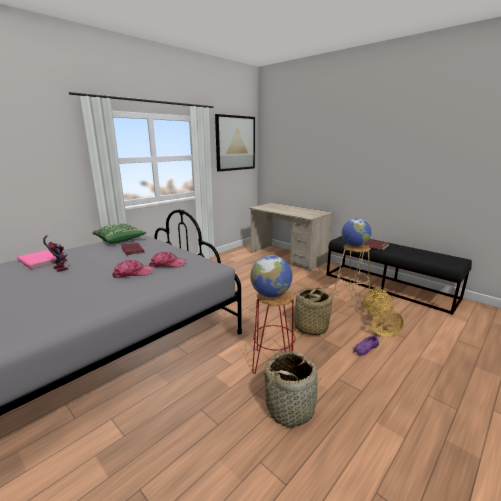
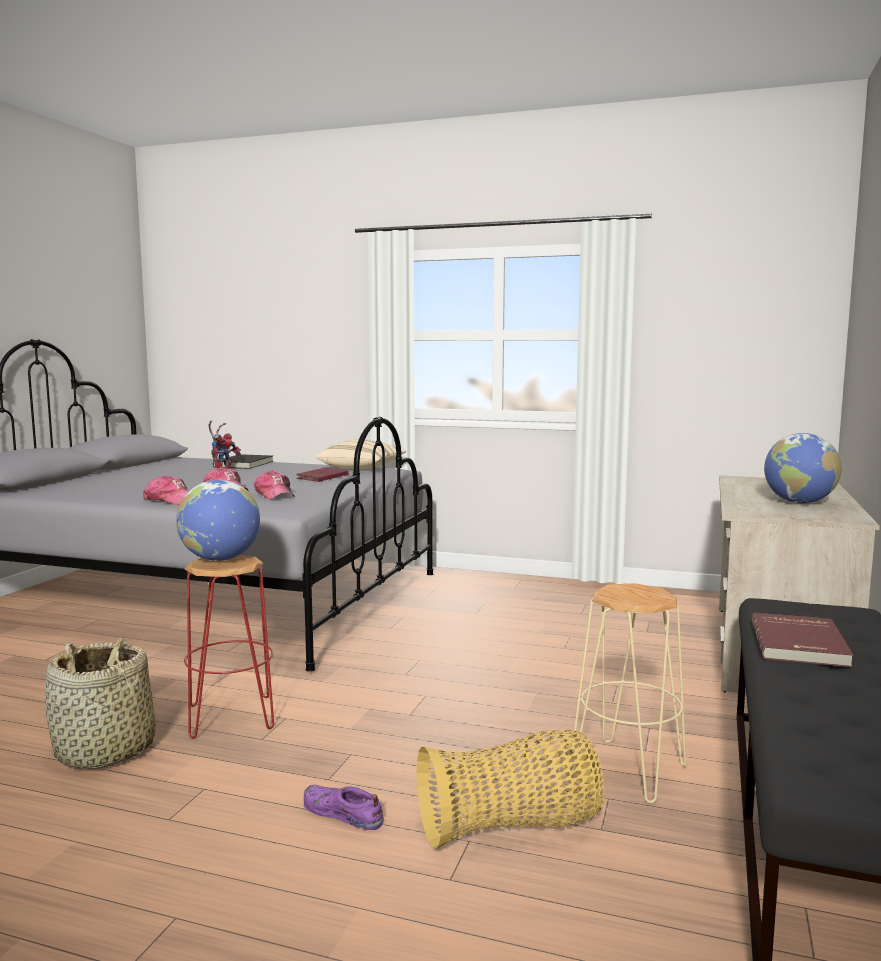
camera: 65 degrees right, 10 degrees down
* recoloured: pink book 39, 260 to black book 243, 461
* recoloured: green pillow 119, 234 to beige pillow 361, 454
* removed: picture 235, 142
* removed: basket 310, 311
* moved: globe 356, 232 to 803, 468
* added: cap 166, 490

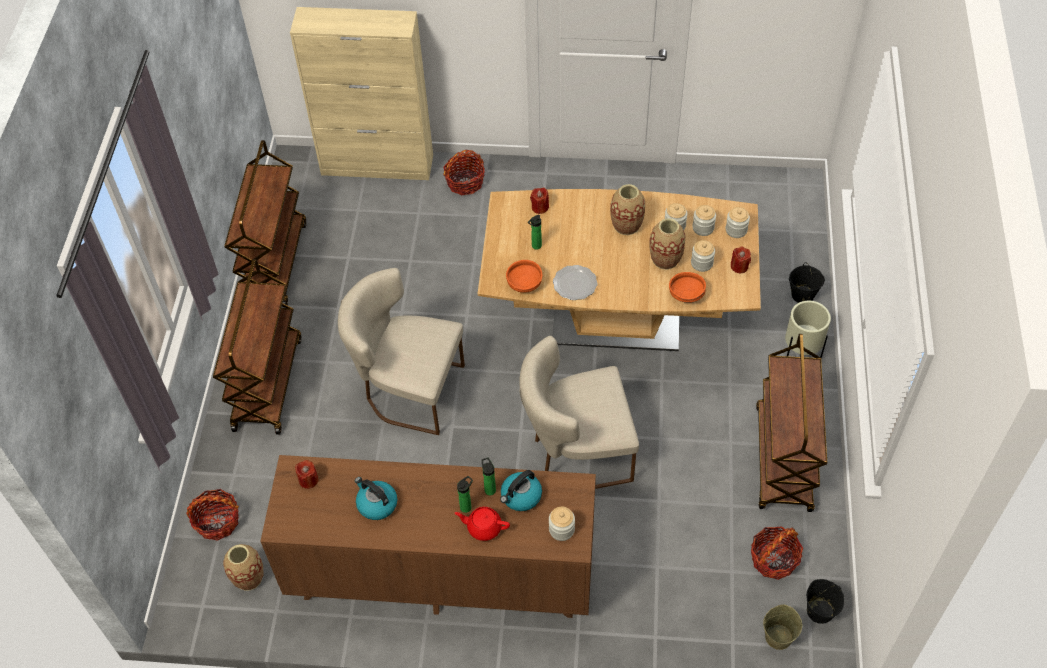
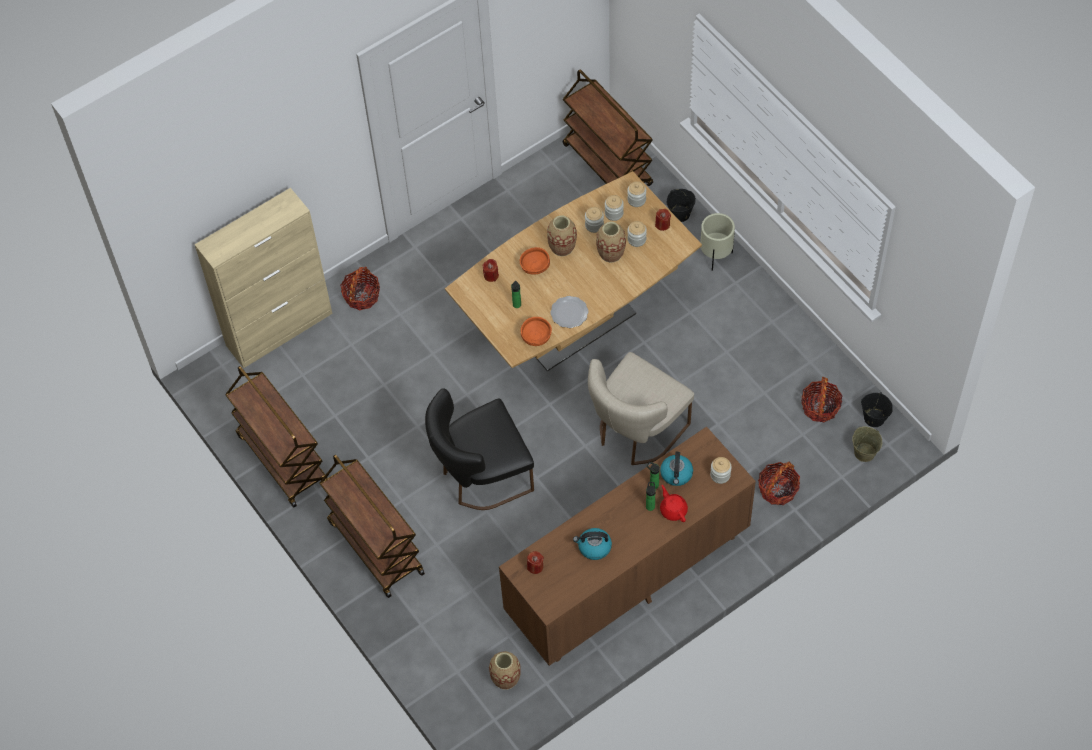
camera: 40 degrees left, 5 degrees up
* moved: basket 212, 515 to 779, 483
* recoloured: beige chair 401, 351 to black chair 479, 449
* turned: red teapot 482, 524 = 674, 503 90 degrees clockwise
* moved: orange bowl 687, 287 to 535, 261
* moved: brown cart 791, 423 to 607, 127

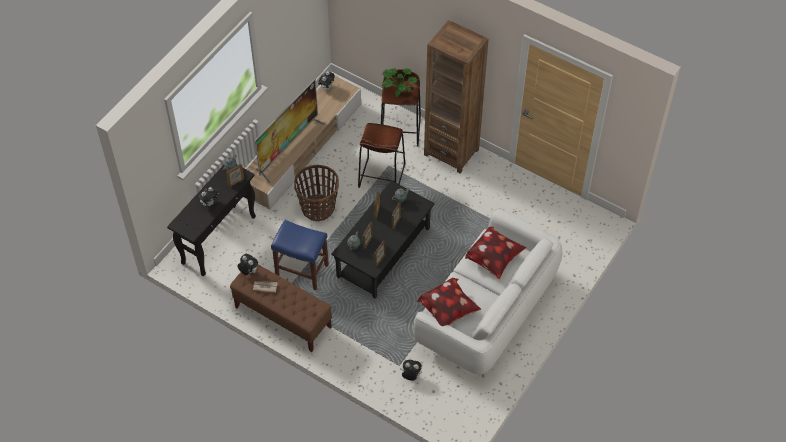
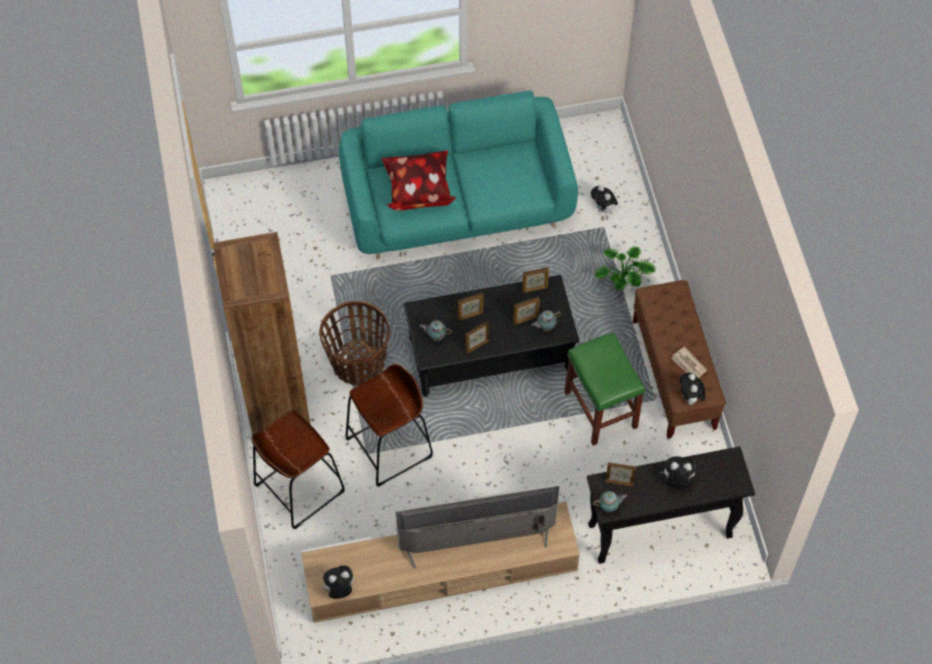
camera: 135 degrees left, 5 degrees up
* recoloured: blue stool 300, 255 to green stool 604, 389
* moved: basket 316, 193 to 354, 343
* moved: potted plant 400, 82 to 625, 268
* recoloured: white sofa 488, 293 to turquoise sofa 458, 174
* removed: pillow 449, 302

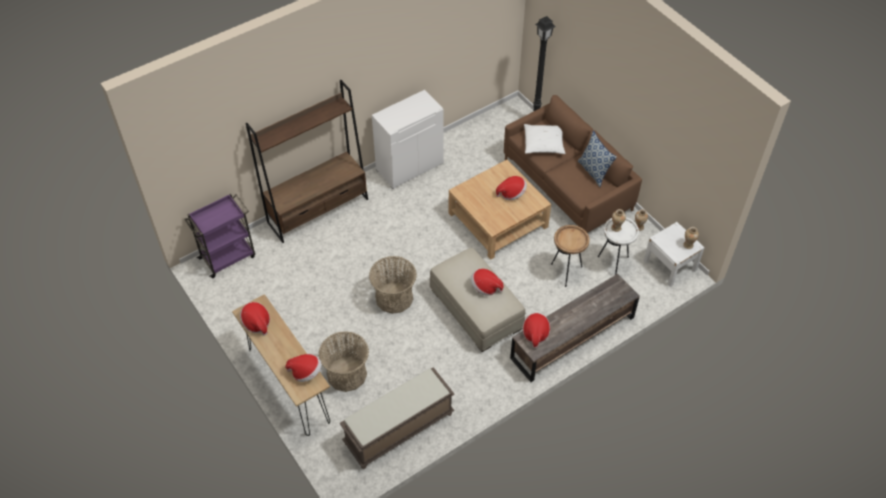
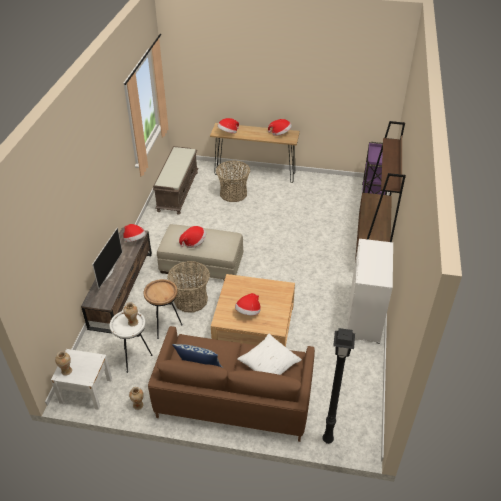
camera: 135 degrees right, 10 degrees down
* moved: basket 393, 285 to 188, 287
* added: television 107, 258

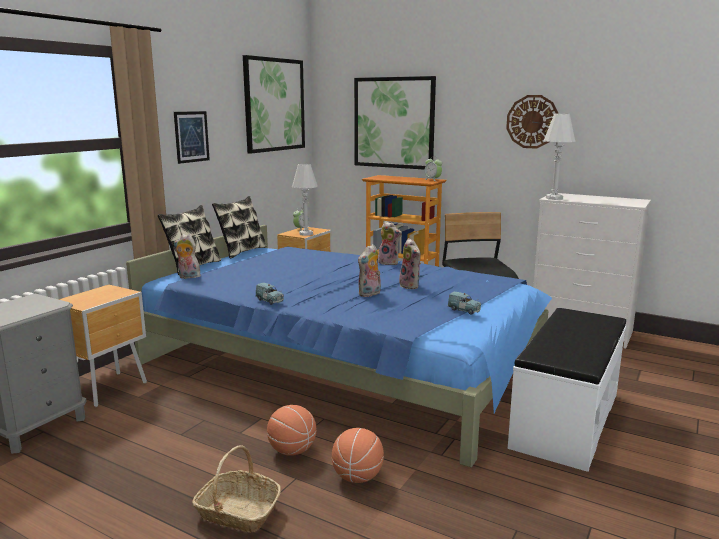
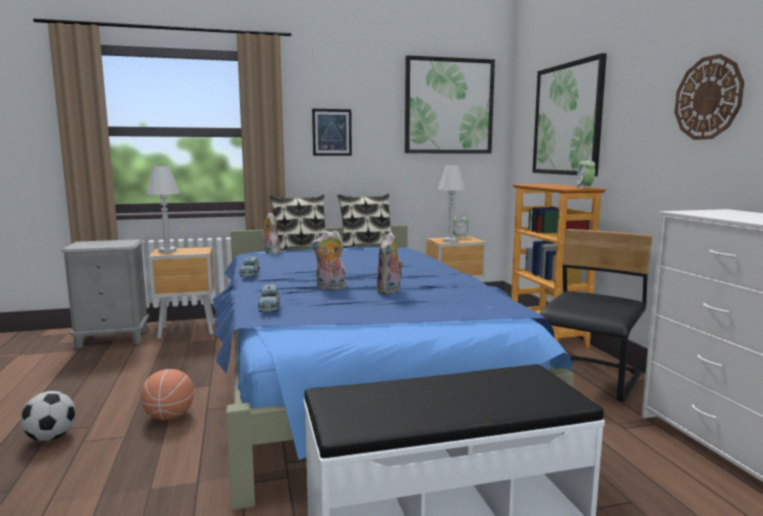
camera: 45 degrees right, 5 degrees down
* replaced: basket 236, 489 to football 48, 416
* removed: basketball 358, 455
* removed: plush toy 390, 243
* moved: blue toy car 464, 303 to 268, 298
* moved: white table lamp 560, 157 to 163, 209

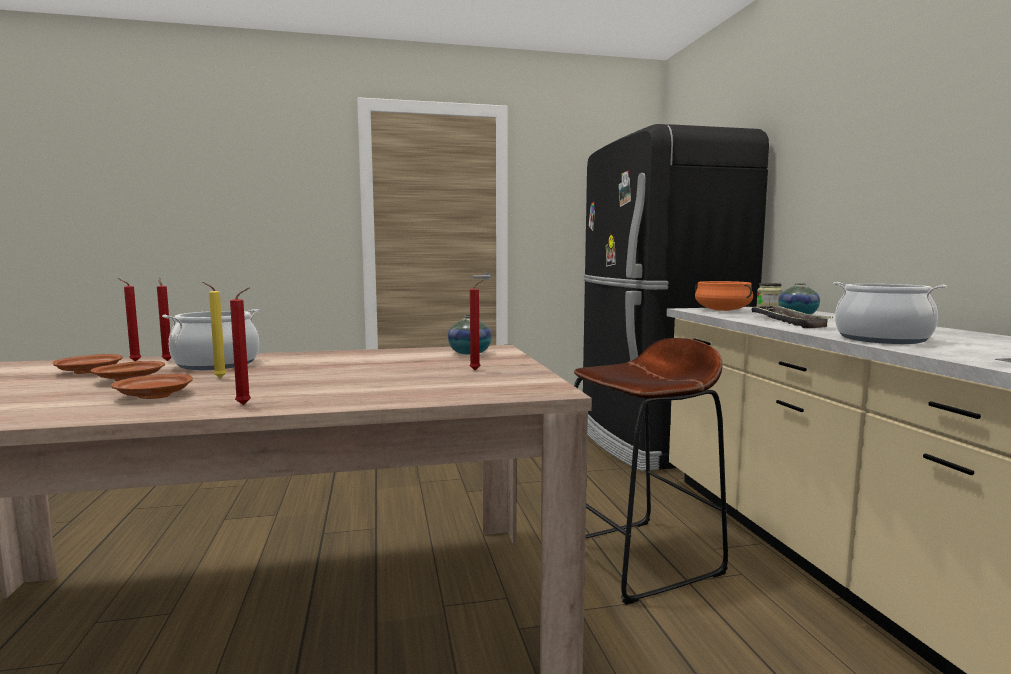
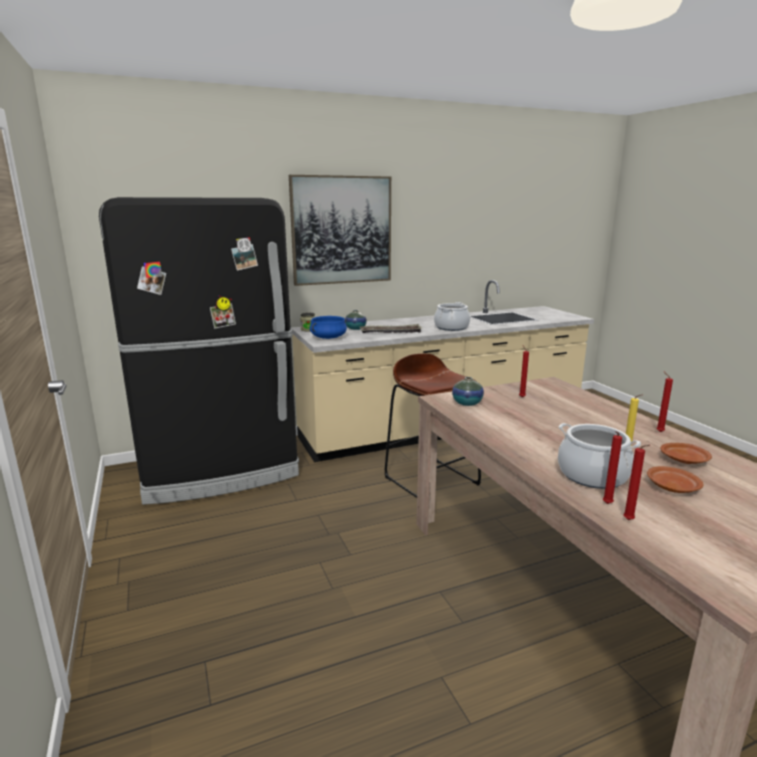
camera: 100 degrees left, 10 degrees up
* removed: brown plate 88, 364
* recoloured: orange cooking pot 724, 296 to blue cooking pot 328, 327
* added: picture 340, 230

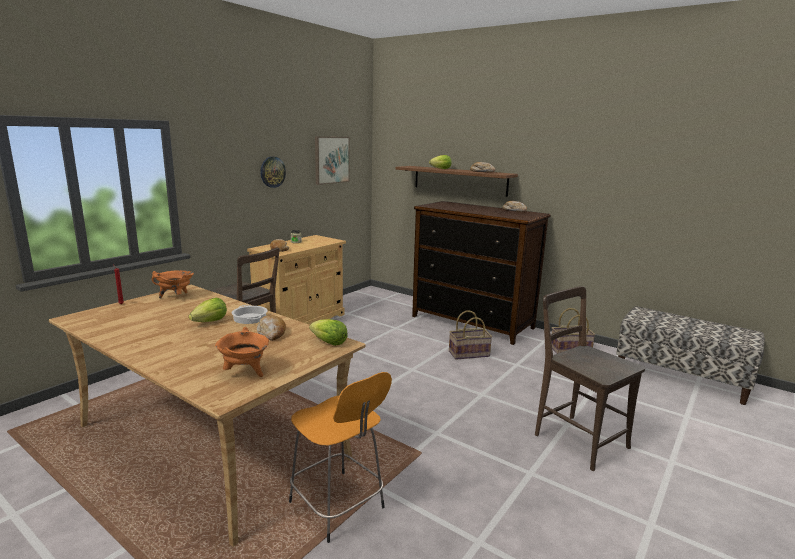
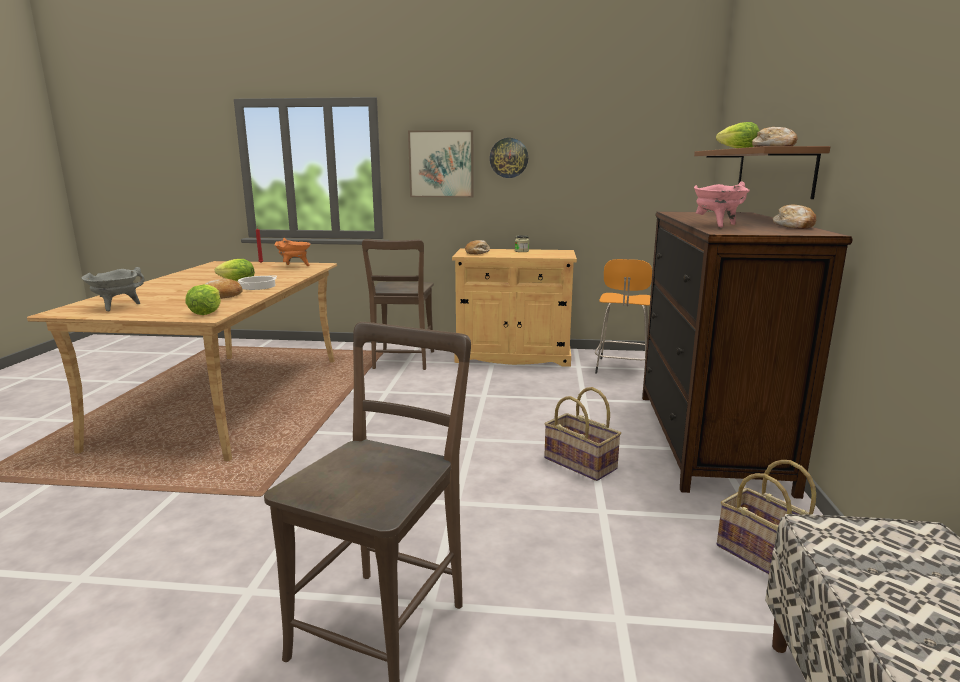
camera: 60 degrees right, 0 degrees up
* recoloured: orange cooking pot 242, 352 to grey cooking pot 113, 289
* moved: orange stool 340, 457 to 623, 316
* moved: picture 332, 160 to 441, 164
* added: pink cooking pot 722, 204

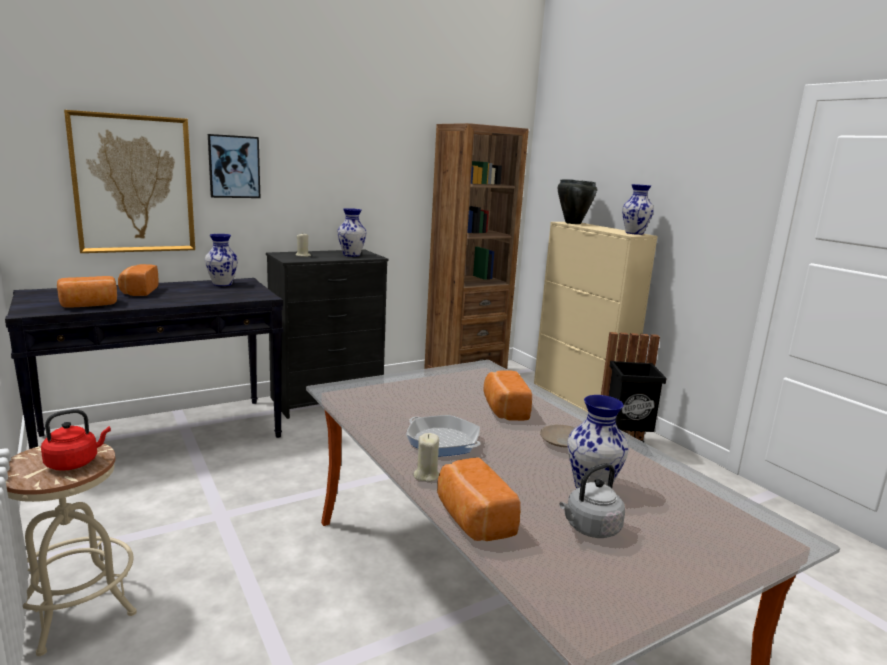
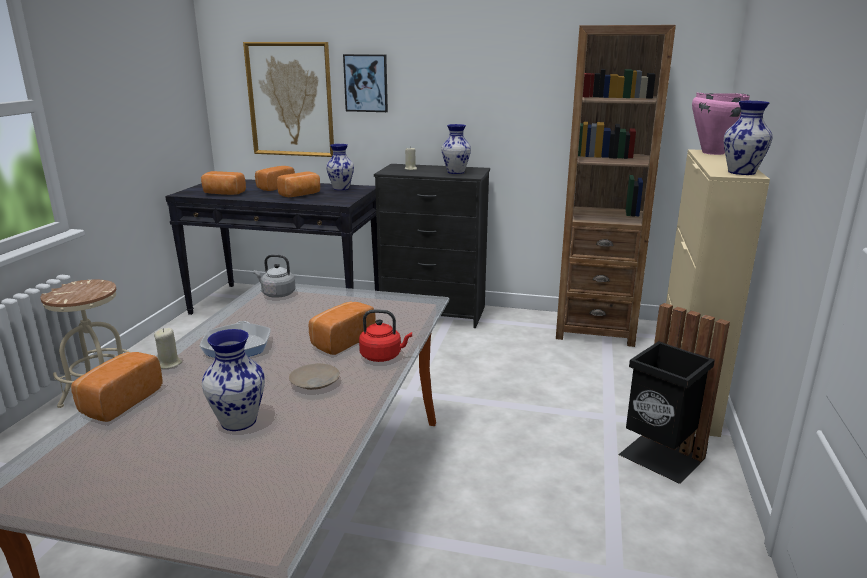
camera: 45 degrees right, 5 degrees up
* moved: red kettle 76, 440 to 385, 335
* recoloured: black cooking pot 577, 201 to pink cooking pot 721, 124
* moved: grey kettle 592, 500 to 275, 276
* added: bread 298, 184

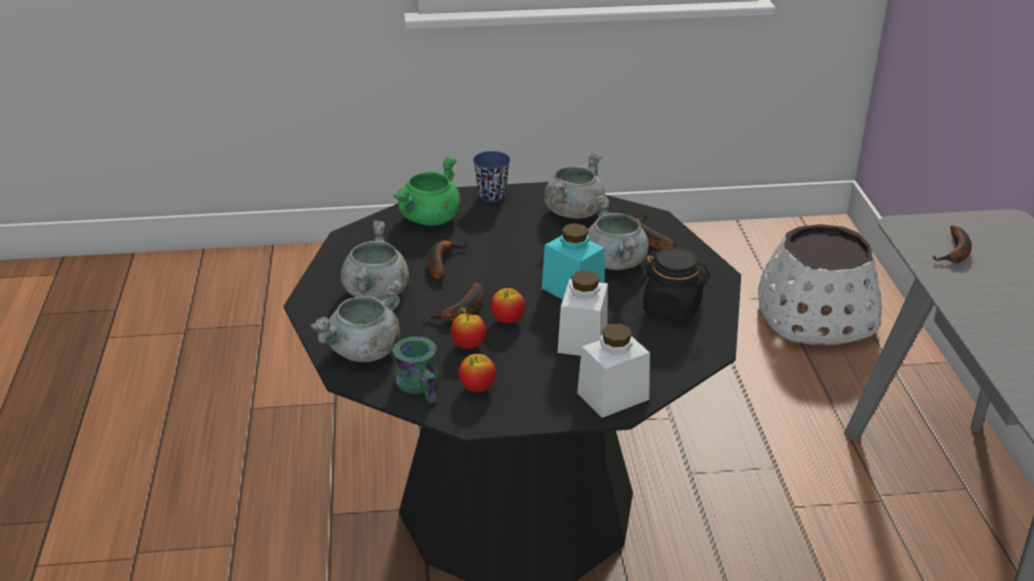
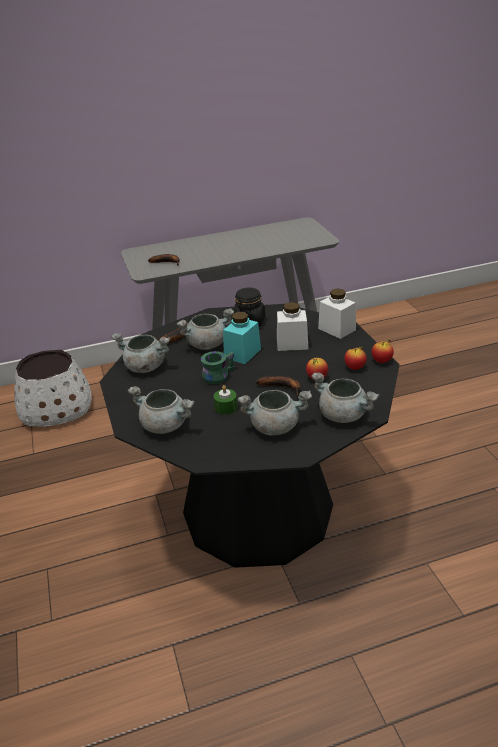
camera: 100 degrees left, 0 degrees up
* recoloured: green cooking pot 427, 191 to grey cooking pot 161, 410
* moved: green mug 415, 369 to 218, 367
* replaced: banana 447, 259 to green candle 225, 400
* removed: blue cup 491, 176
* moved: apple 508, 305 to 383, 351

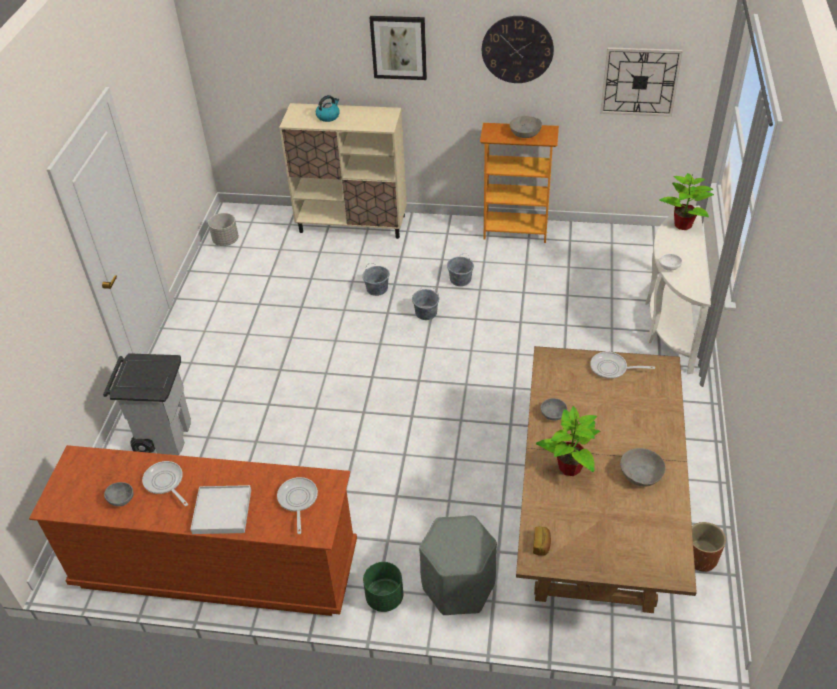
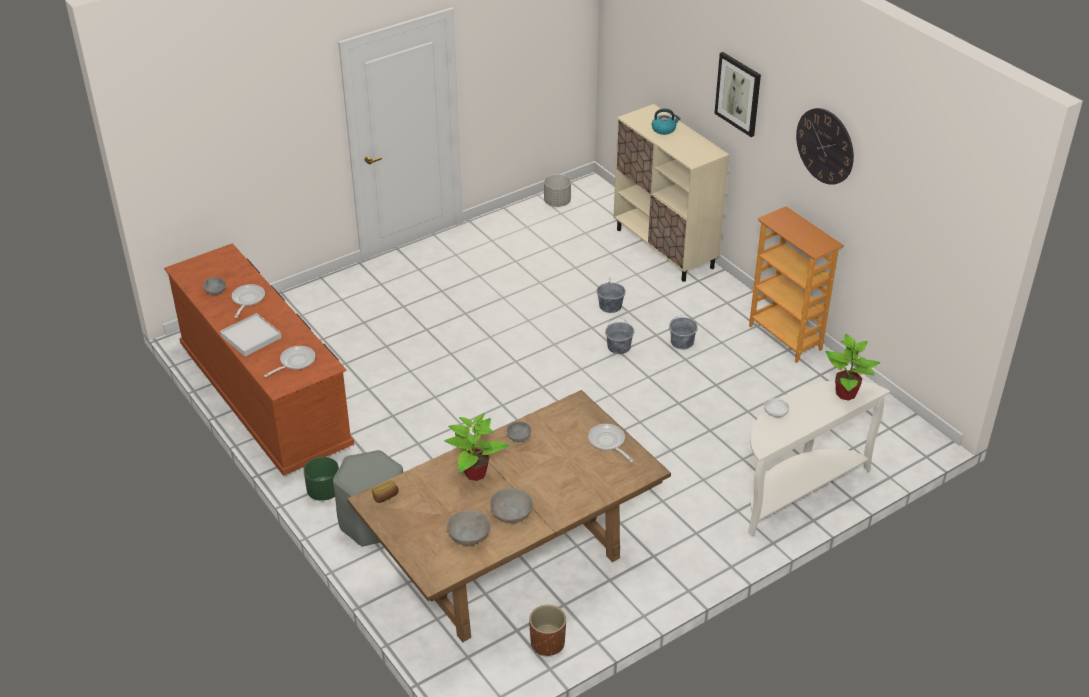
camera: 45 degrees right, 5 degrees down
* removed: grey trash can 147, 404
* moved: grey bowl 526, 127 to 468, 528
* removed: wall clock 641, 82

